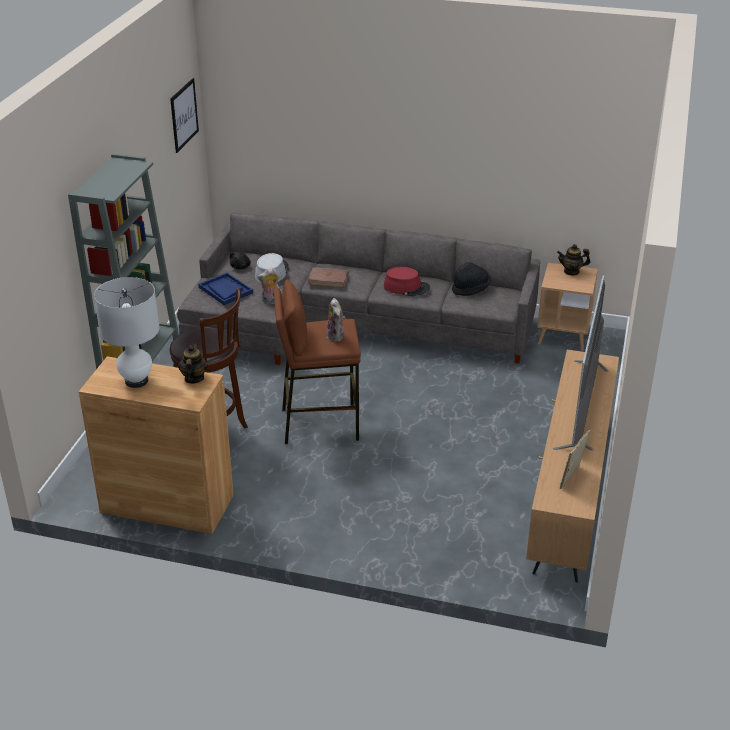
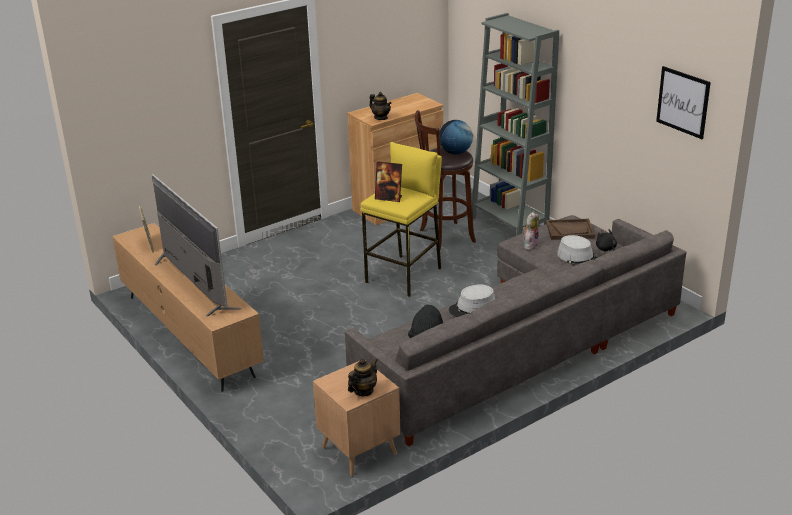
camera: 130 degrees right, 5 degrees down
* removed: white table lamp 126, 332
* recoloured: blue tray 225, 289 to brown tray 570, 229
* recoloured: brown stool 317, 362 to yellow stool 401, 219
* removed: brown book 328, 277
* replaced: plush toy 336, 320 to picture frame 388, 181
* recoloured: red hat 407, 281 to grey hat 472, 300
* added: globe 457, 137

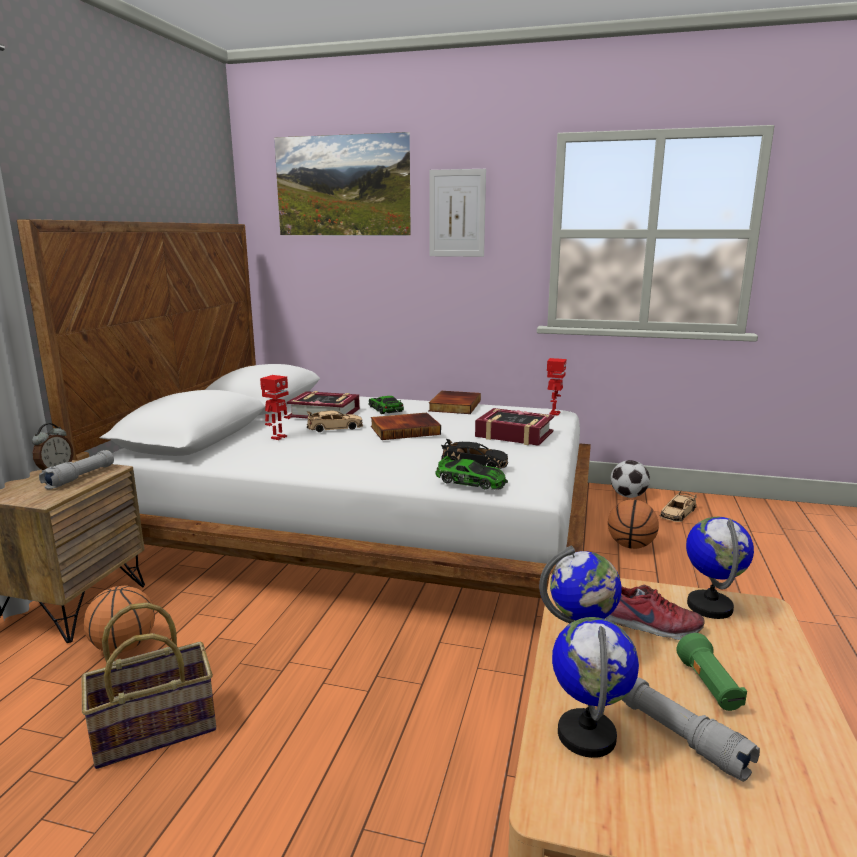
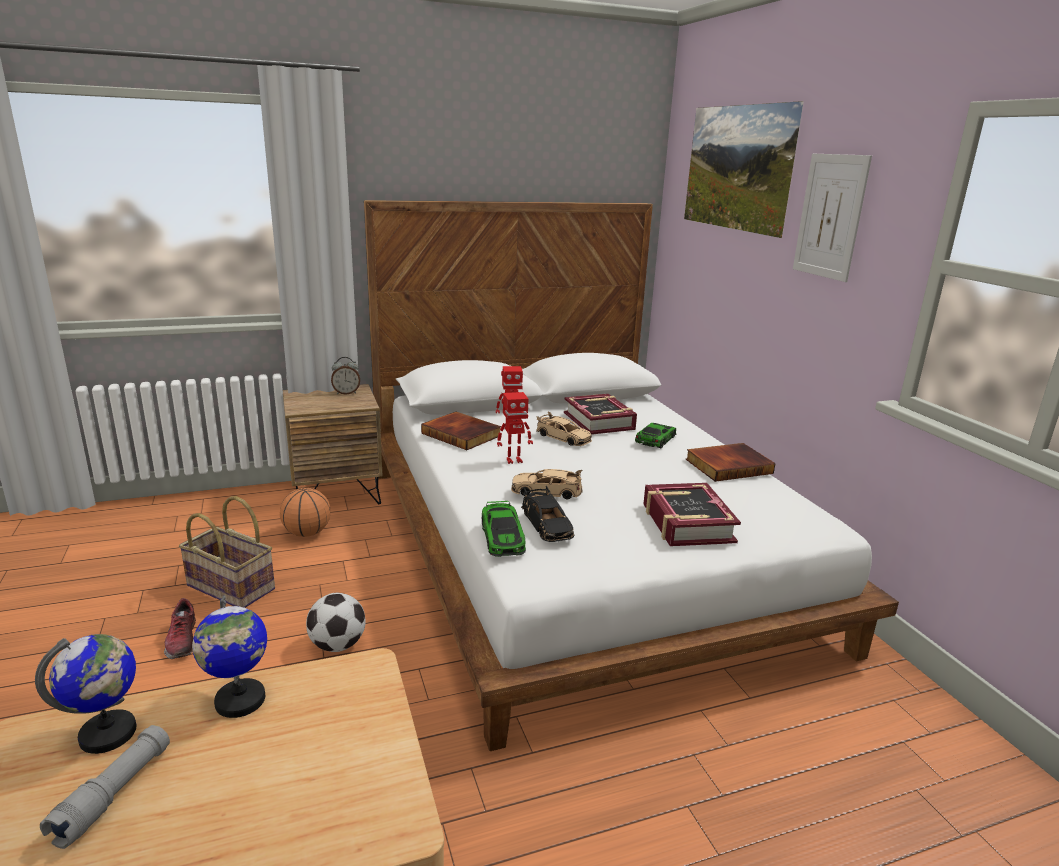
camera: 55 degrees right, 5 degrees up
* removed: grey flashlight 76, 470
* moved: book 406, 426 to 461, 431
* moved: toy robot 556, 387 to 515, 428
* moved: shoe 655, 612 to 180, 628
* removed: basketball 633, 524
* moved: football 630, 479 to 336, 622
* moved: beige toy car 678, 506 to 547, 484
* removed: green flashlight 712, 672
* removed: globe 720, 568

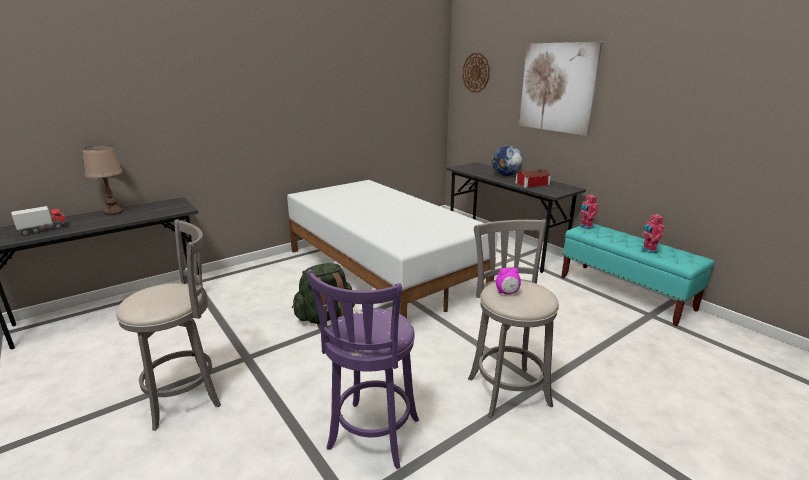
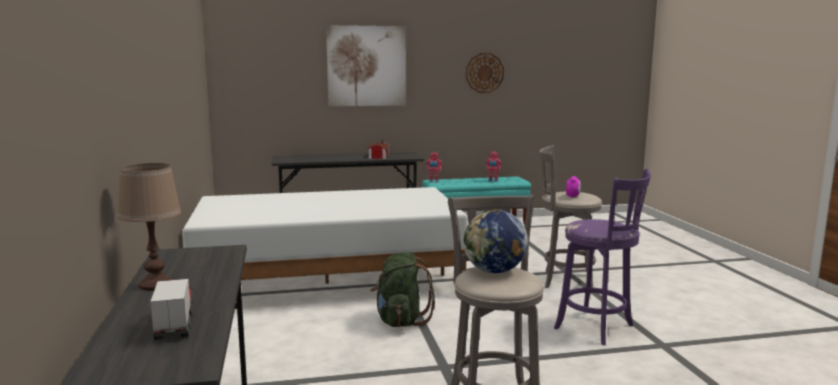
camera: 65 degrees left, 10 degrees down
* moved: wall clock 476, 73 to 485, 73
* moved: globe 507, 160 to 495, 241

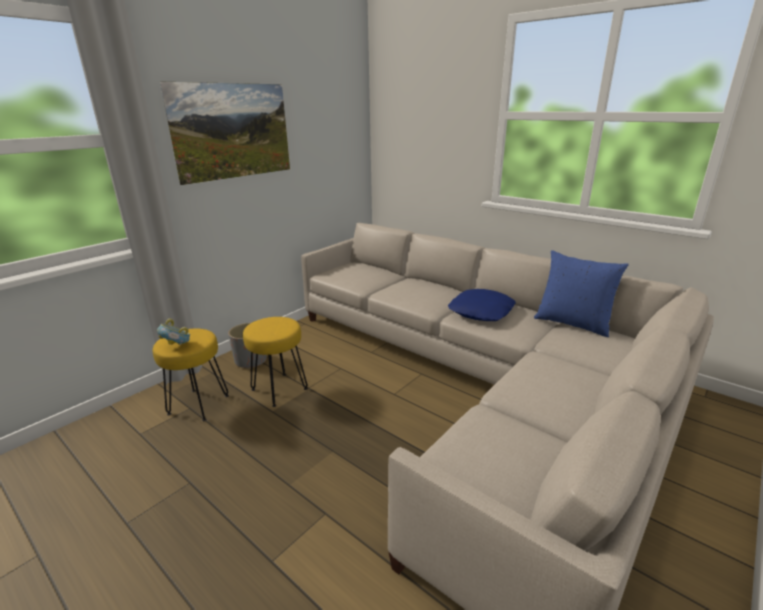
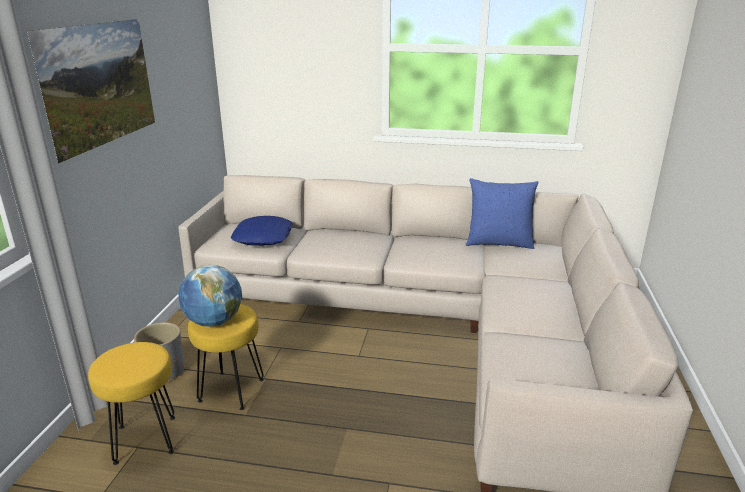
camera: 30 degrees left, 0 degrees up
* removed: bowl 173, 332
* moved: blue pillow 482, 305 to 262, 231
* added: globe 210, 296

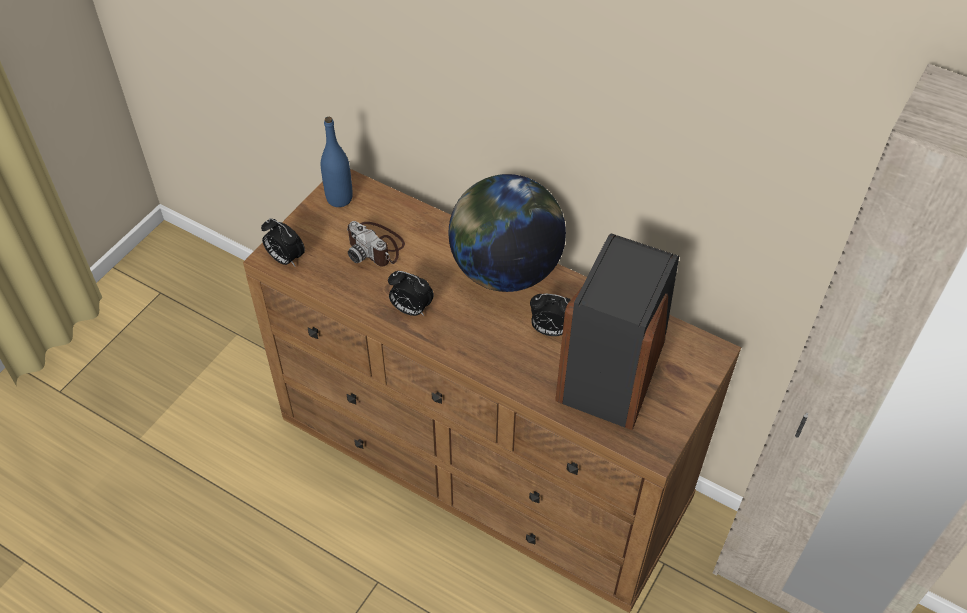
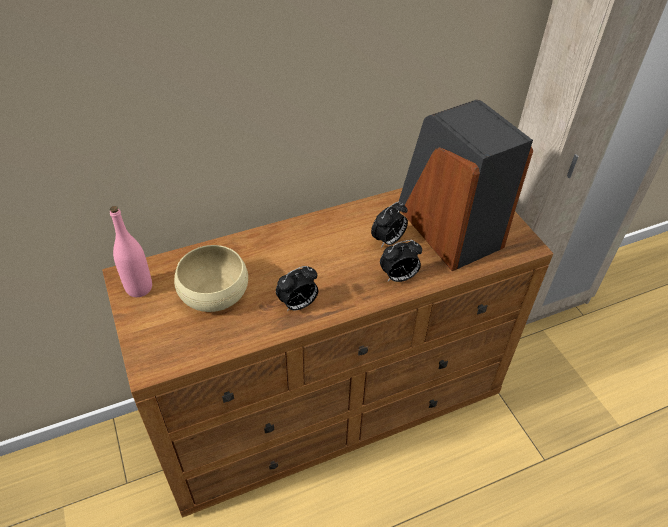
camera: 55 degrees left, 5 degrees down
* moved: alarm clock 283, 242 to 401, 261
* recoloured: blue bottle 337, 162 to pink bottle 131, 251
* replaced: photo camera 376, 243 to beige bowl 211, 278
* removed: globe 507, 233

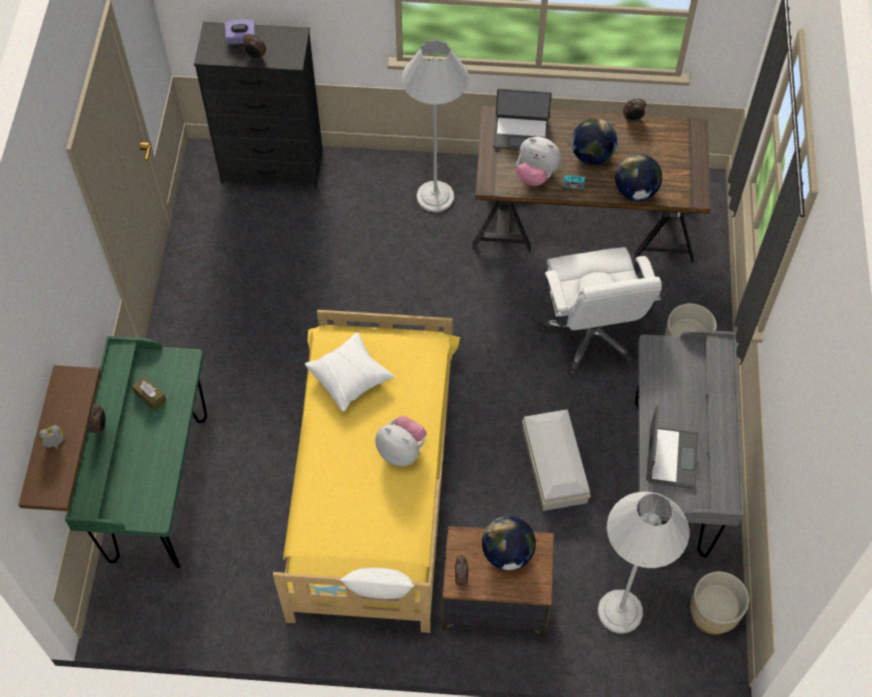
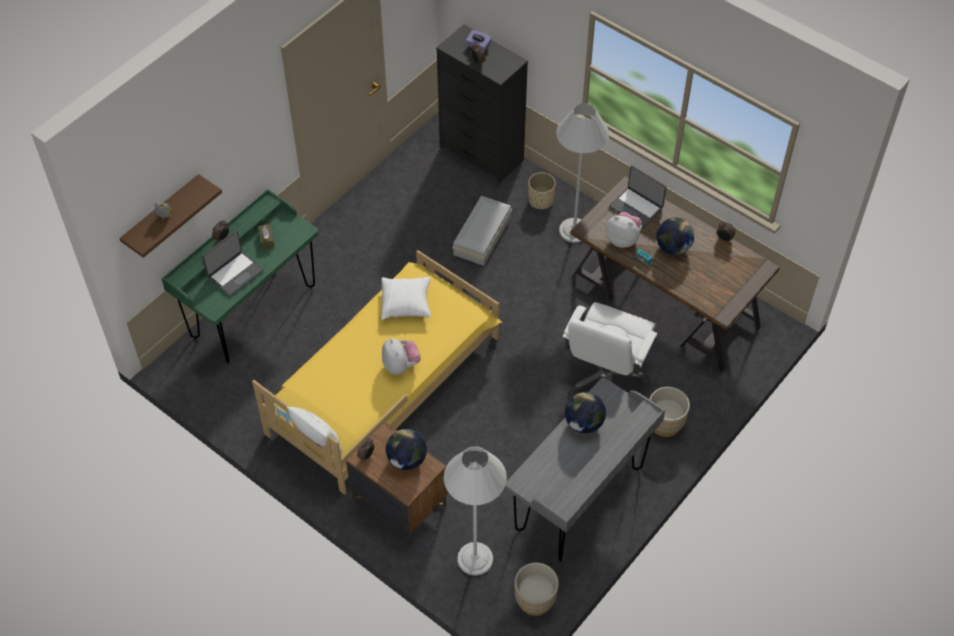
camera: 35 degrees right, 5 degrees down
* turned: plush toy 538, 161 = 623, 230 150 degrees clockwise
* moved: white storage box 556, 460 to 482, 231
* moved: globe 638, 177 to 585, 412
* moved: laptop 672, 447 to 233, 263
* added: beige planter 542, 190

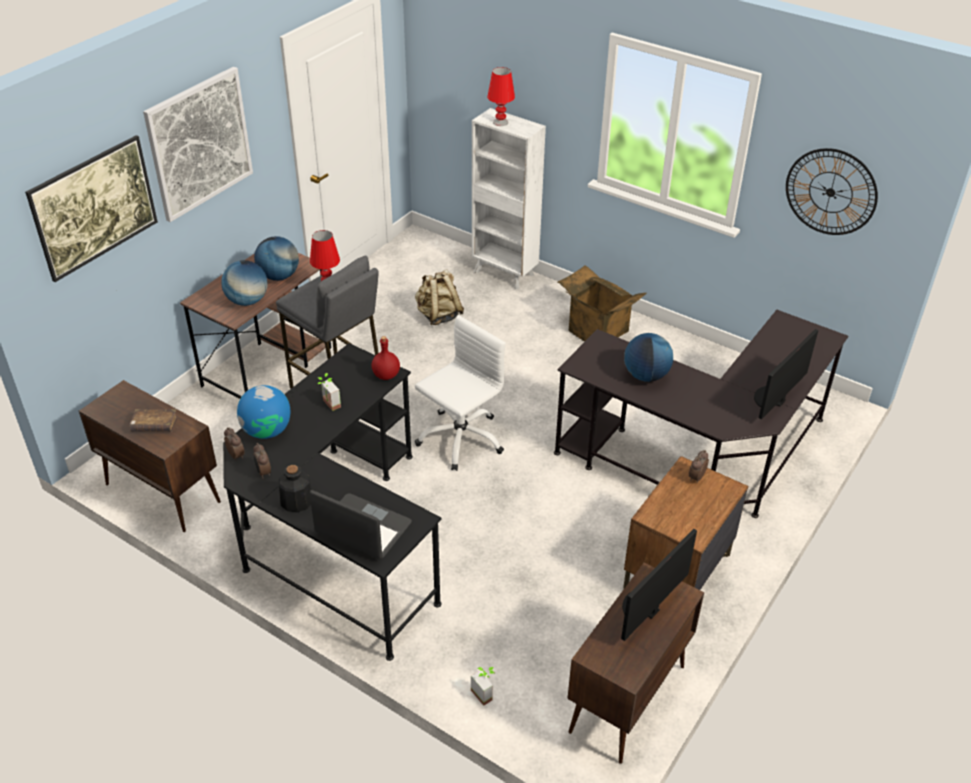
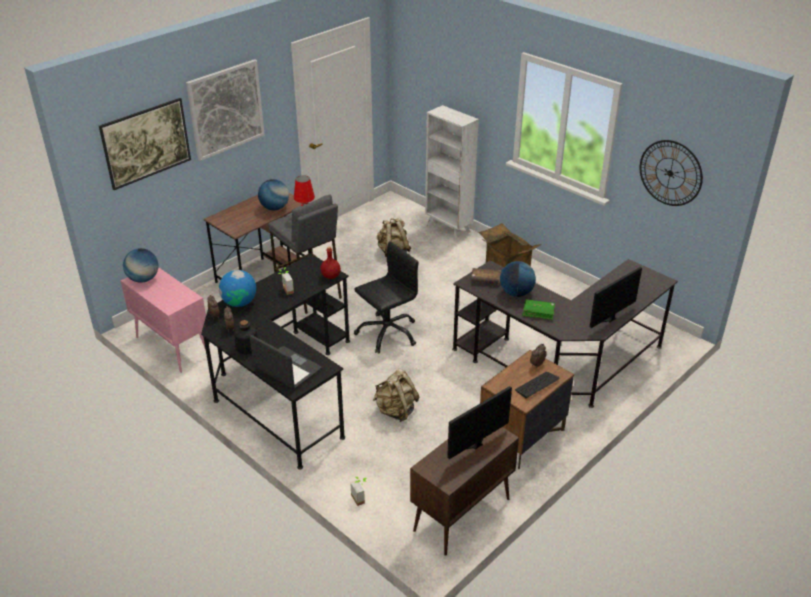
camera: 10 degrees right, 5 degrees down
* recoloured: brown cabinet 150, 456 to pink cabinet 163, 320
* moved: brown book 153, 420 to 486, 276
* moved: globe 244, 283 to 141, 265
* recoloured: white office chair 460, 393 to black office chair 386, 297
* removed: red table lamp 501, 96
* added: beige backpack 396, 395
* added: keyboard 537, 385
* added: green book 538, 309

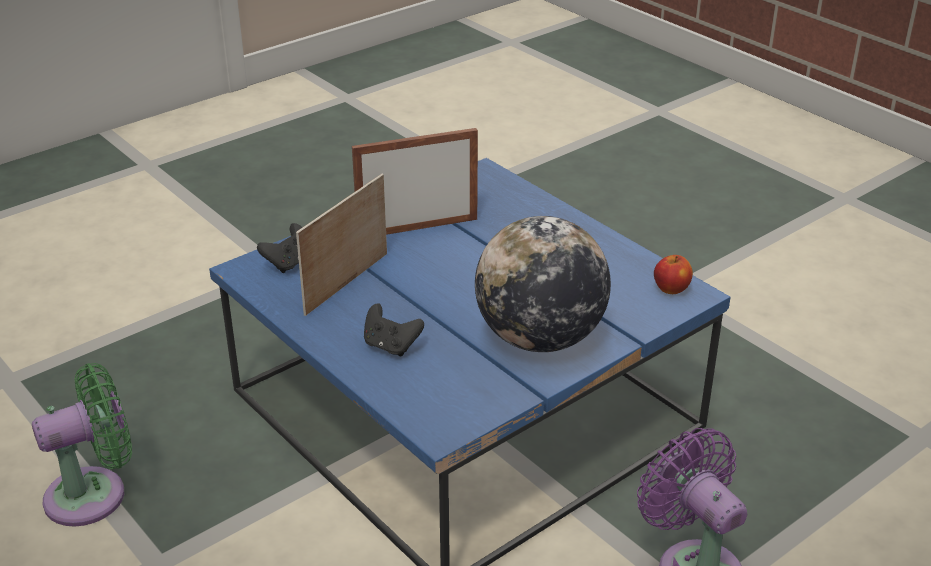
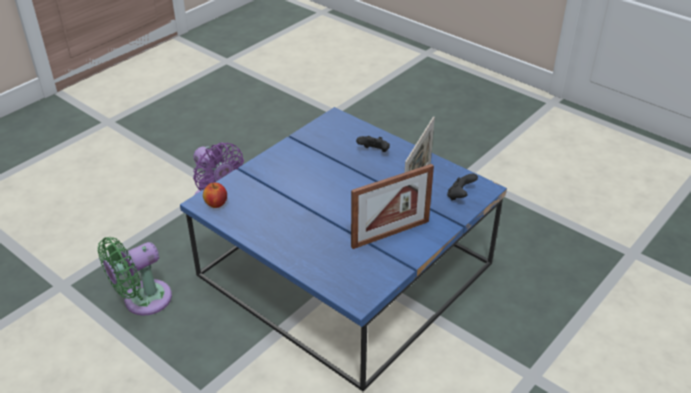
camera: 170 degrees right, 5 degrees up
* moved: green fan 82, 445 to 135, 276
* removed: globe 543, 284

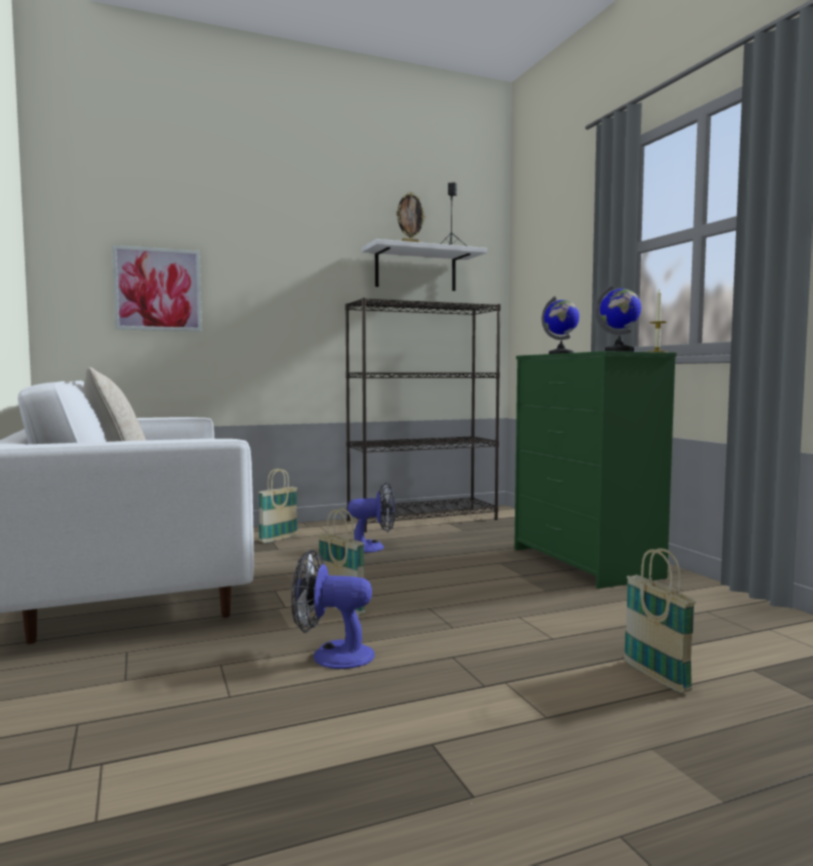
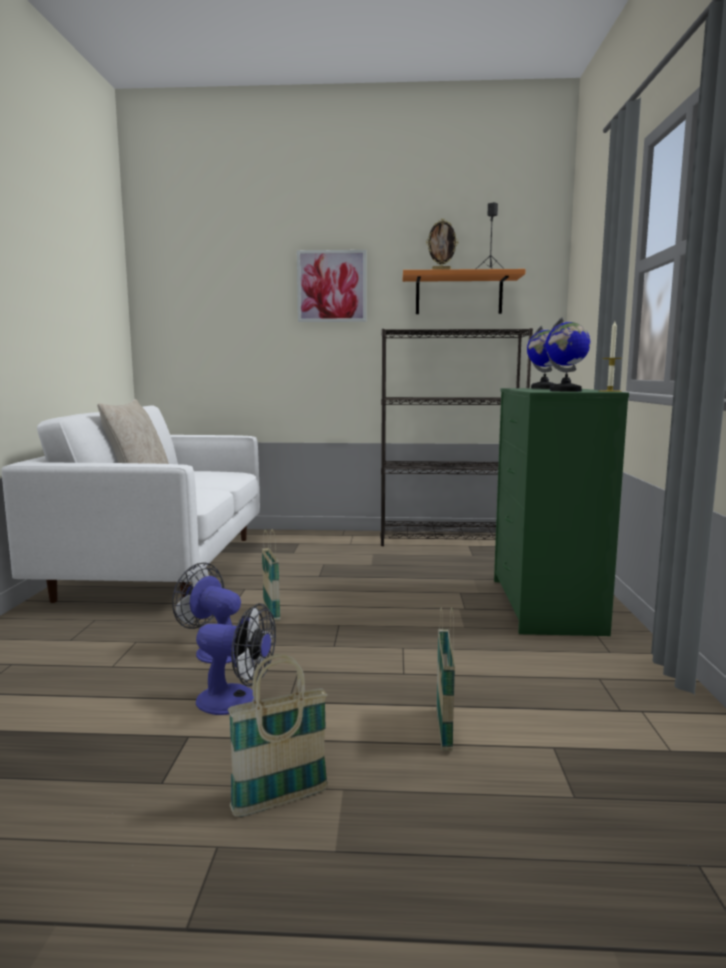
camera: 25 degrees right, 5 degrees up
* moved: picture 157, 288 to 331, 286
* moved: basket 278, 506 to 278, 735
* moved: fan 371, 517 to 236, 659
* recoloured: white shelf 424, 265 to orange shelf 464, 291

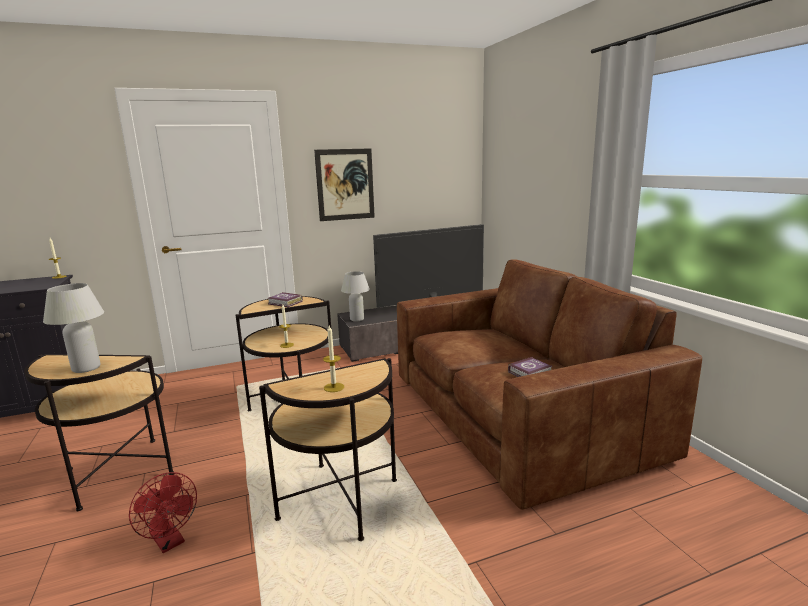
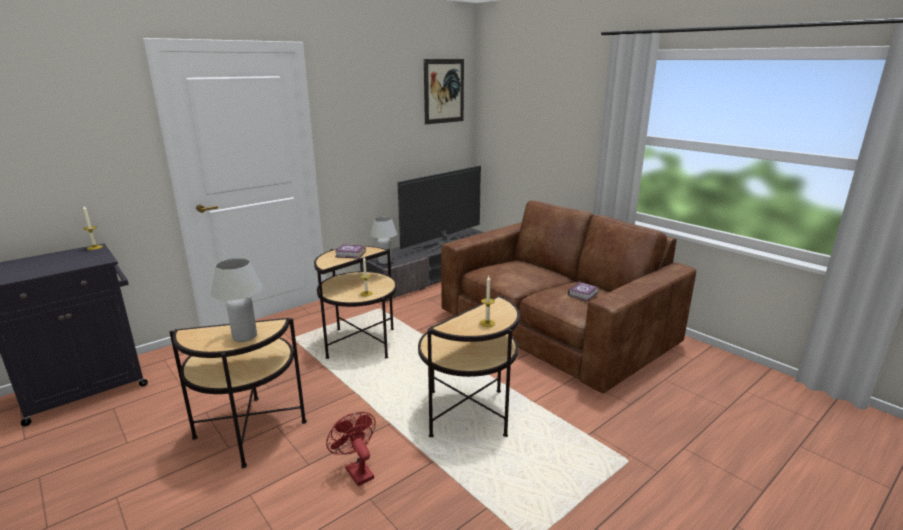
camera: 20 degrees left, 5 degrees up
* turned: red fan 163, 512 = 351, 449 150 degrees counterclockwise
* moved: picture 344, 184 to 444, 91

